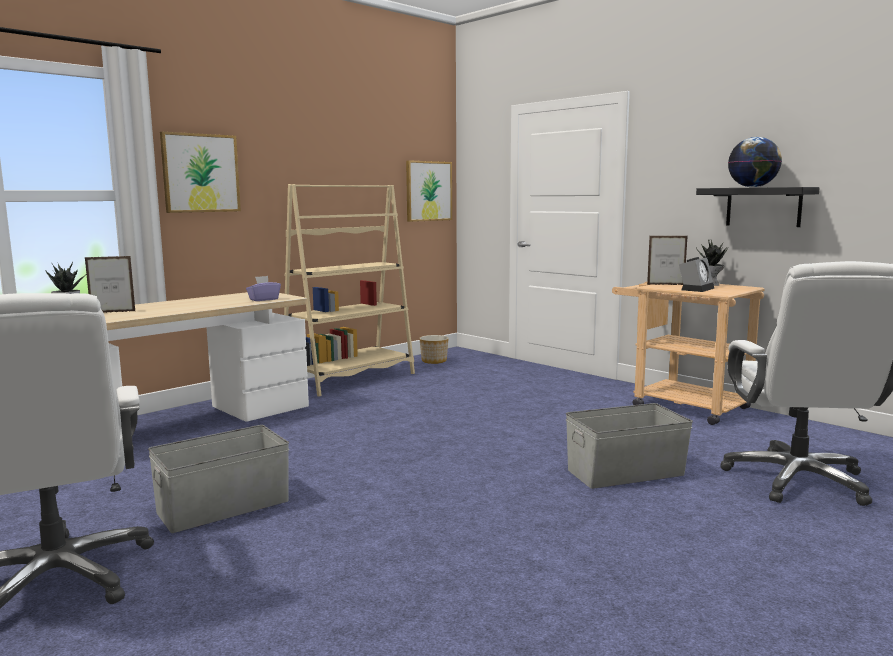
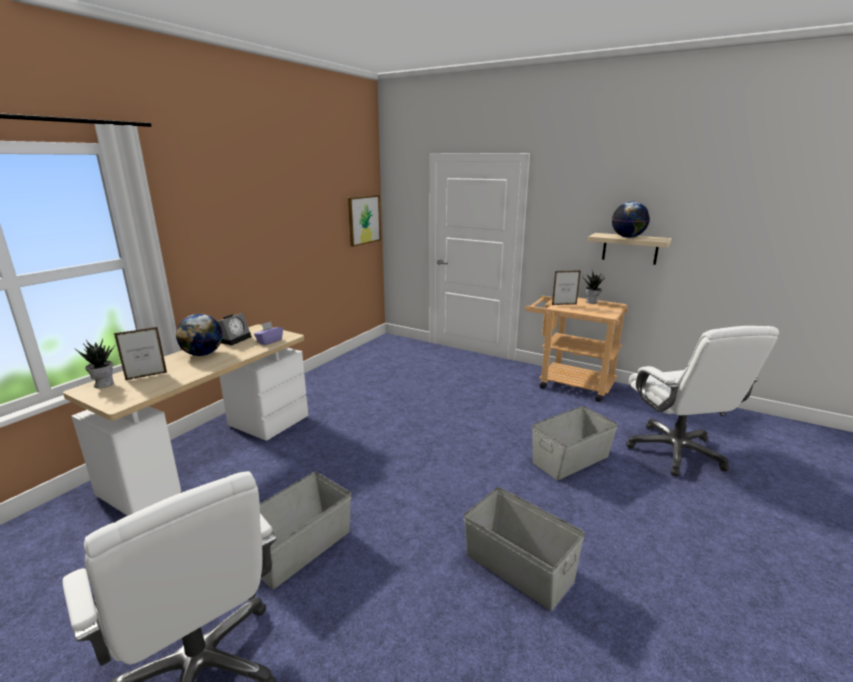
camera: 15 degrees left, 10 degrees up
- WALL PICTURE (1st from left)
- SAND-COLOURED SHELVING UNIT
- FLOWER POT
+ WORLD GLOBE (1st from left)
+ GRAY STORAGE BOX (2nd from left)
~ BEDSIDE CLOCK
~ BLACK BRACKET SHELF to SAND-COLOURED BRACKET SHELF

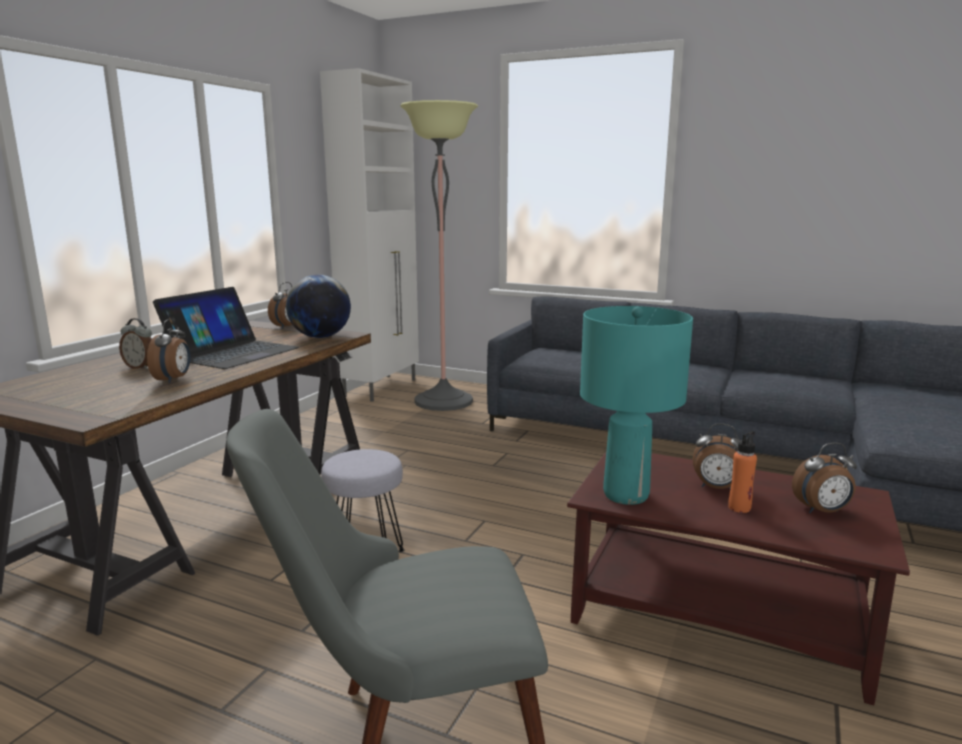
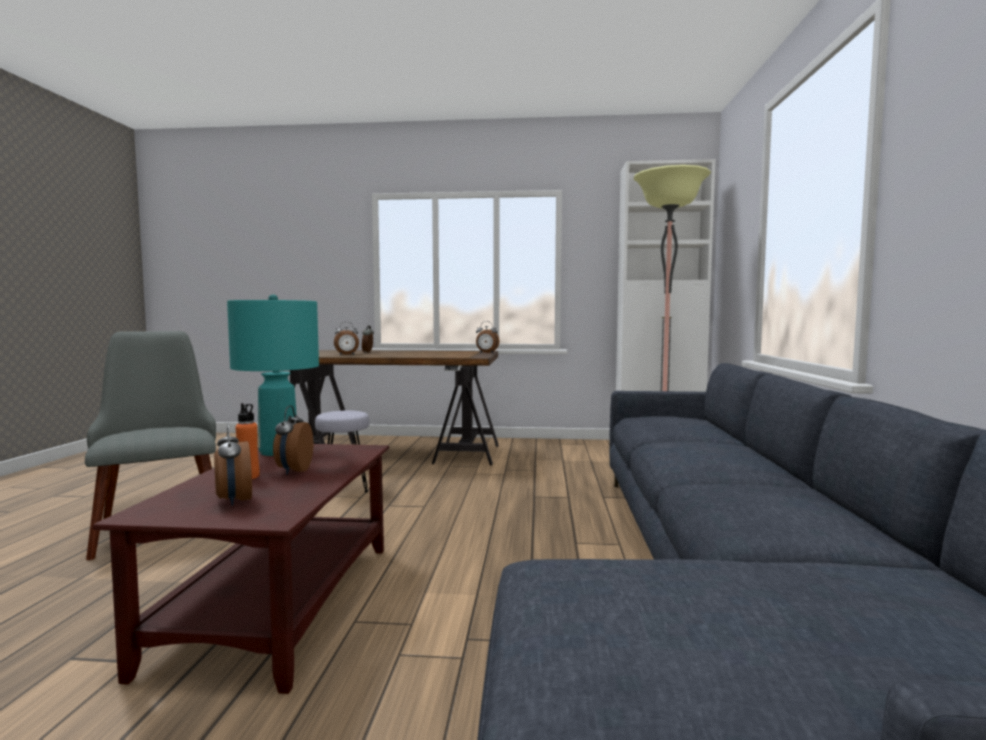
camera: 70 degrees right, 10 degrees down
- NOTEBOOK COMPUTER
- WORLD GLOBE

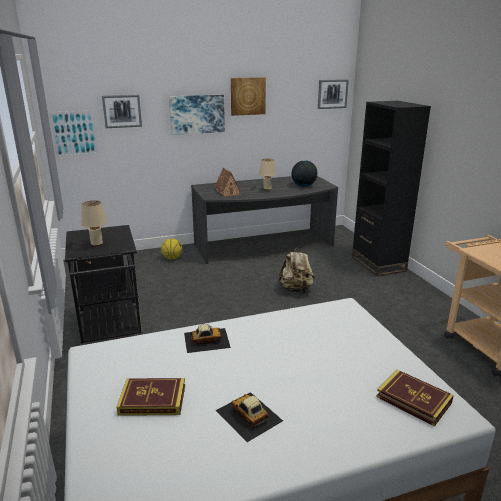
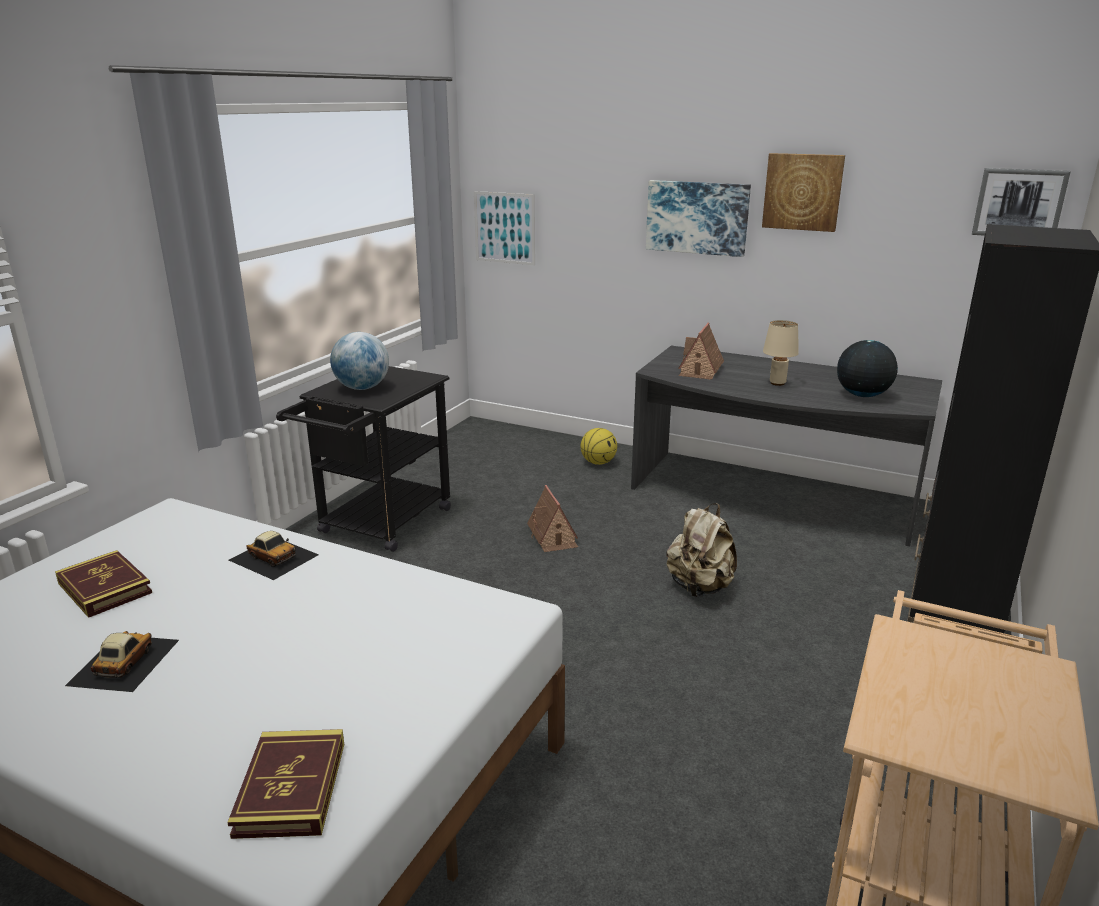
camera: 45 degrees right, 0 degrees up
- WALL PICTURE (2nd from left)
+ MODEL HOUSE (1st from left)
~ SAND-COLOURED TABLE LAMP (1st from left) to WORLD GLOBE (1st from left)

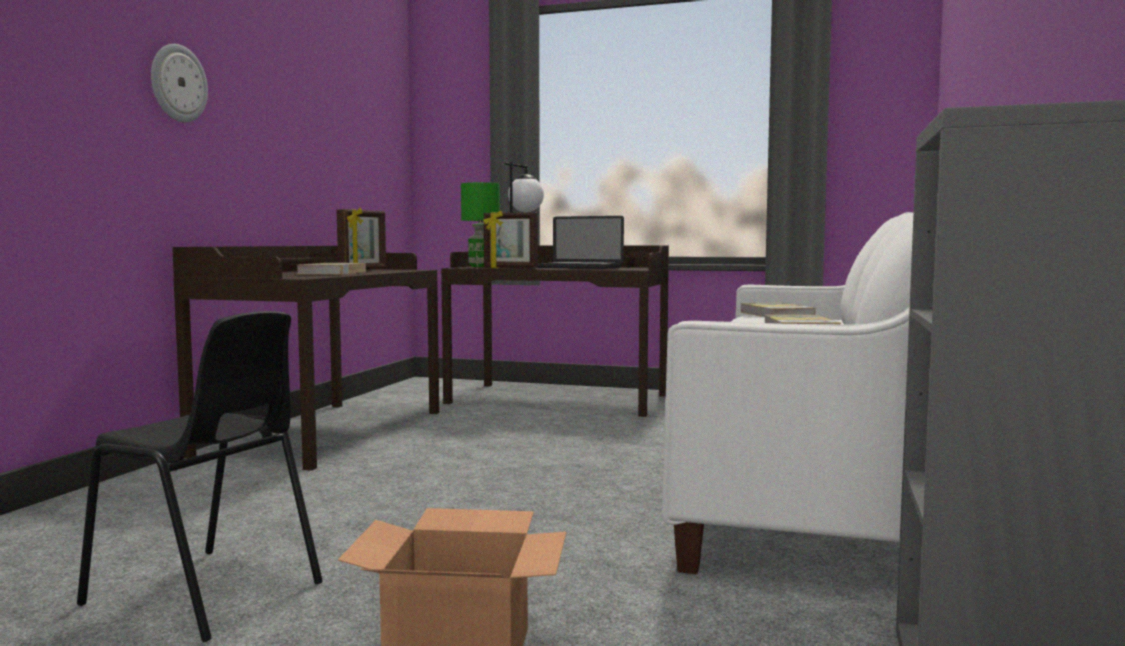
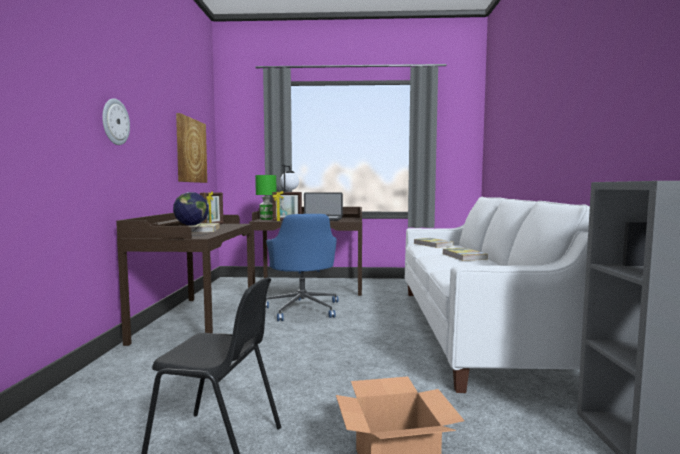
camera: 15 degrees left, 0 degrees up
+ WORLD GLOBE
+ WALL PICTURE
+ BLUISH OFFICE CHAIR

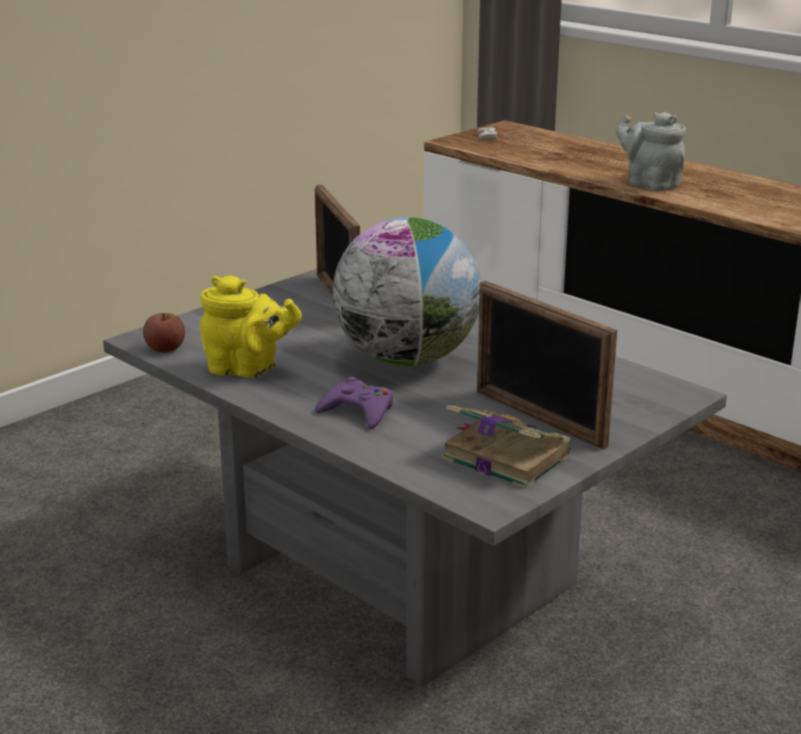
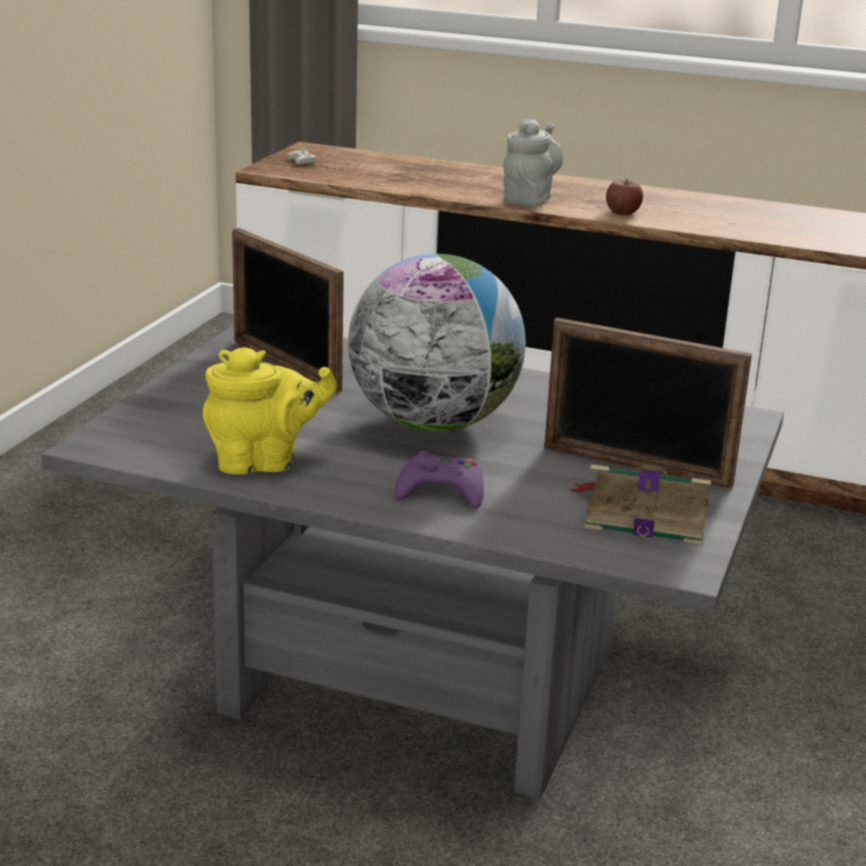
camera: 25 degrees left, 0 degrees up
~ APPLE
~ GRAY TEA POT 90 degrees clockwise

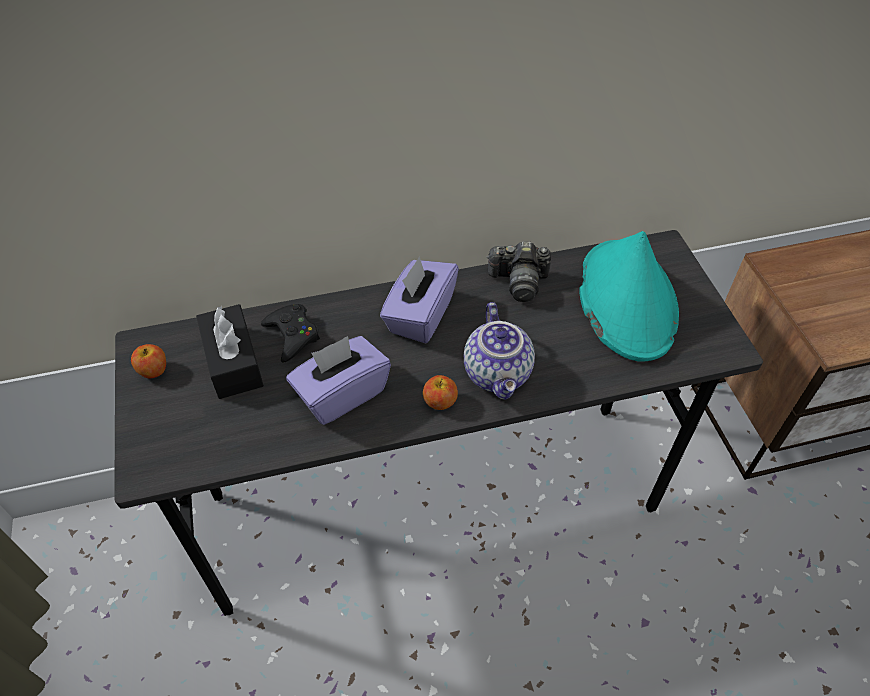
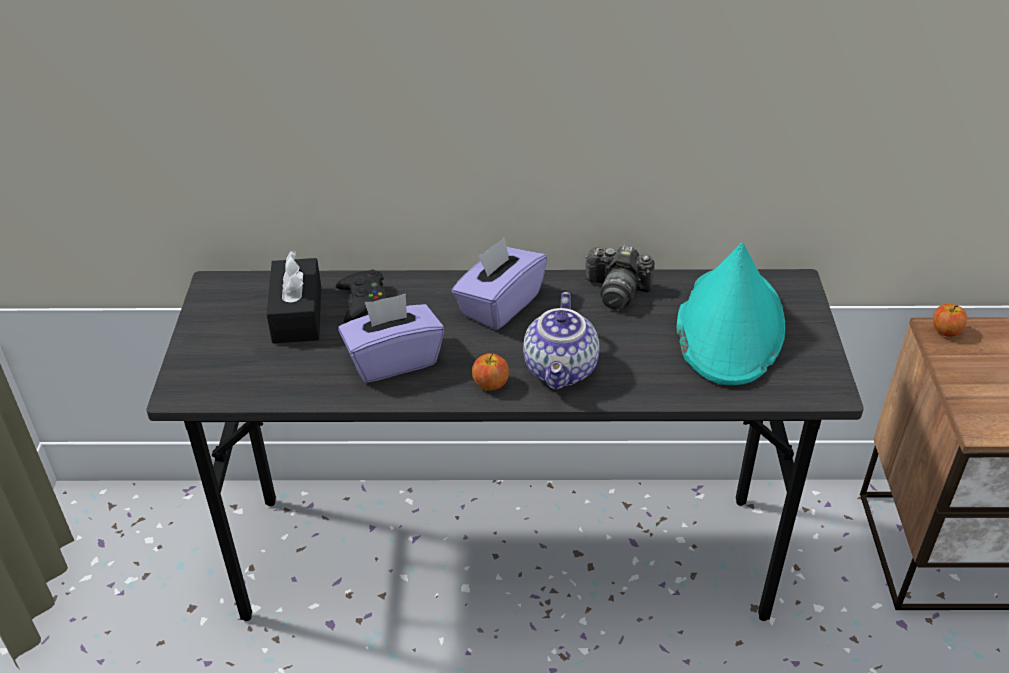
camera: 15 degrees right, 10 degrees down
~ APPLE (1st from left in the first image) to APPLE (2nd from left)

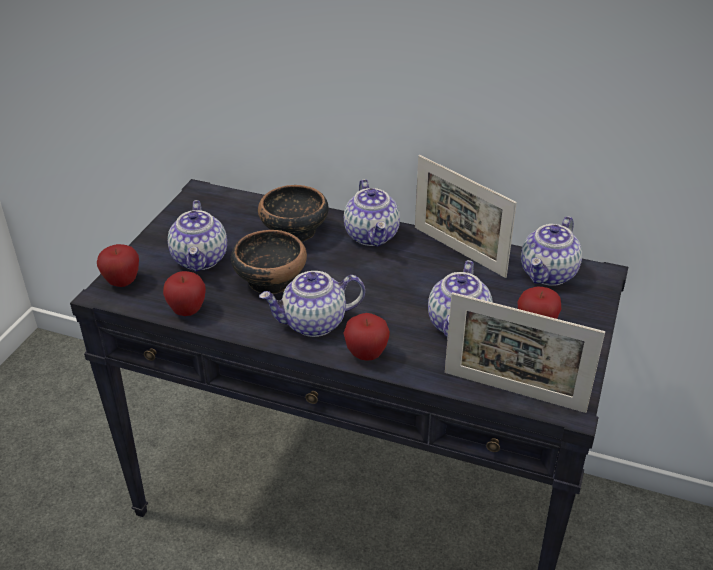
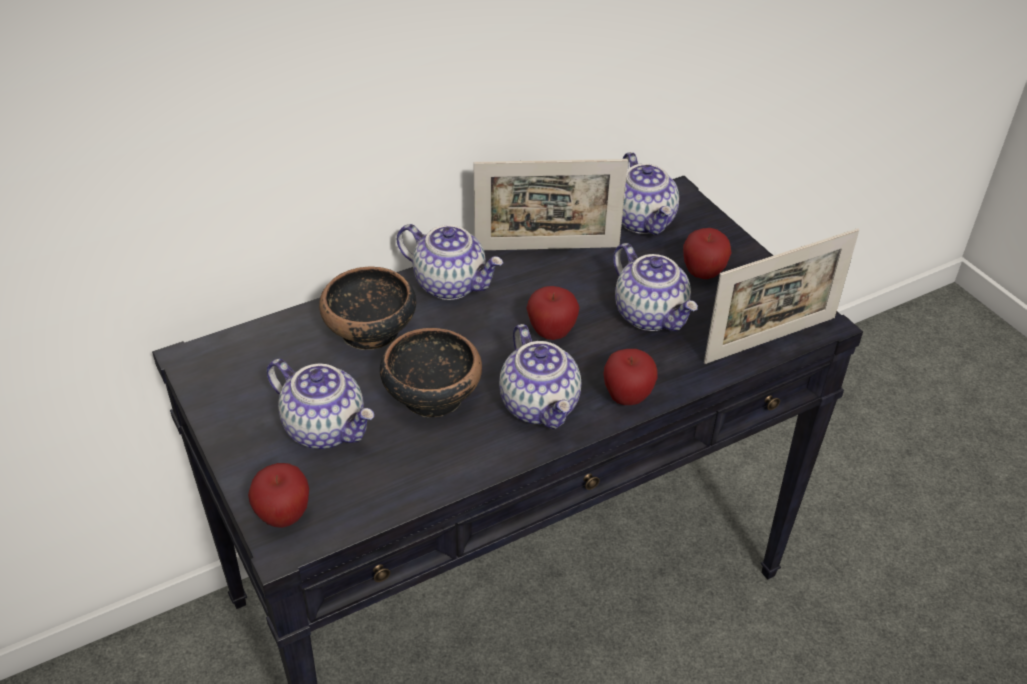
camera: 50 degrees left, 5 degrees up
~ APPLE (2nd from left)
~ TEA POT (2nd from left in the first image) 45 degrees counterclockwise

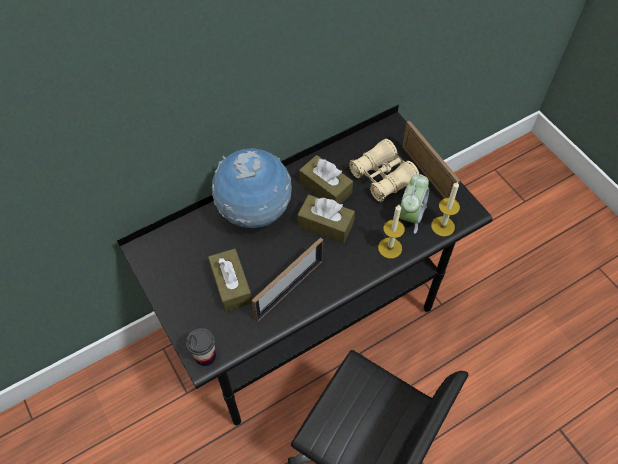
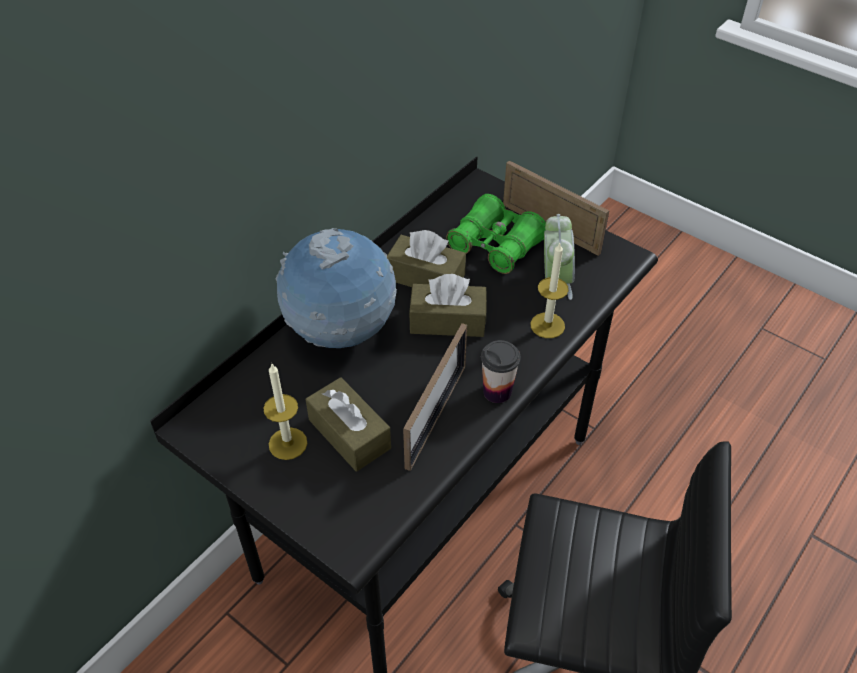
camera: 20 degrees left, 10 degrees down
~ CUP
~ WAX CANDLE (2nd from left in the first image) to WAX CANDLE (1st from left)
~ SAND-COLOURED PAIR OF BINOCULARS to GREEN-COLOURED PAIR OF BINOCULARS

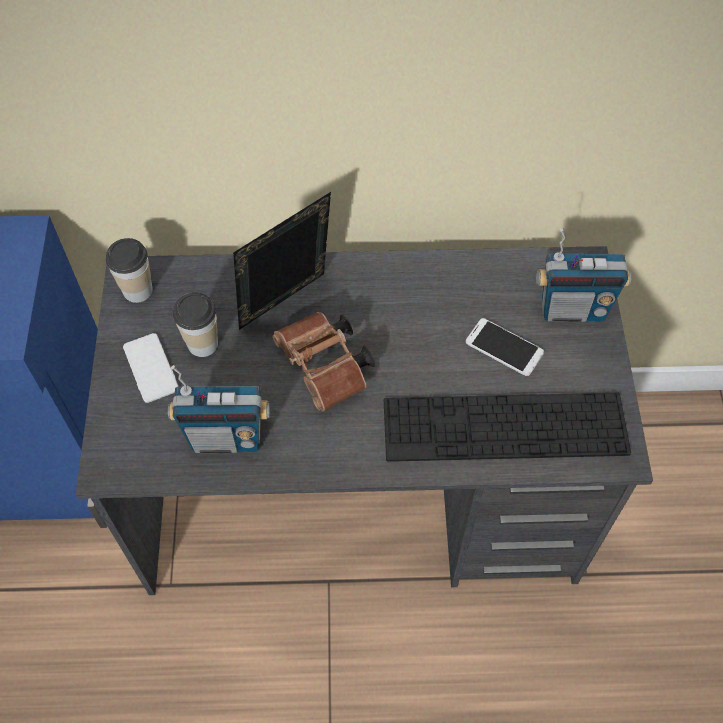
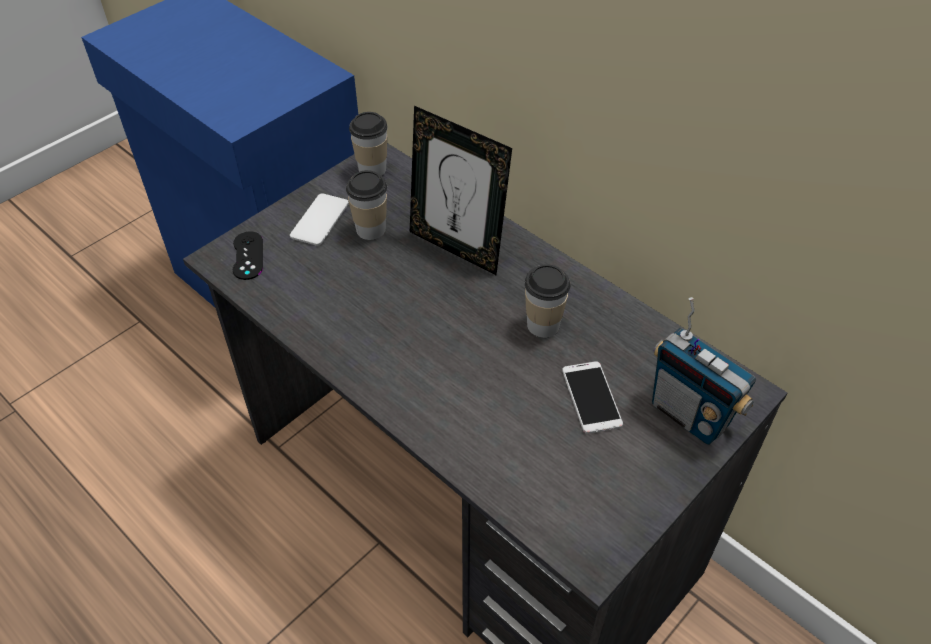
camera: 45 degrees right, 10 degrees down
- RADIO (1st from left)
- BROWN PAIR OF BINOCULARS
- COMPUTER KEYBOARD
+ BLACK JOYPAD
+ CUP (3rd from left)
~ PICTURE FRAME 150 degrees counterclockwise

